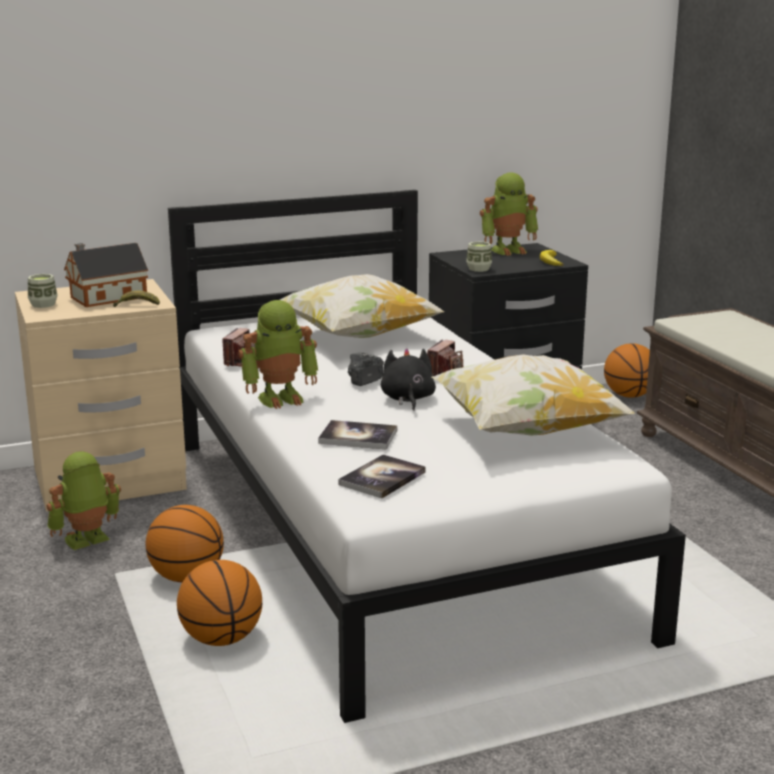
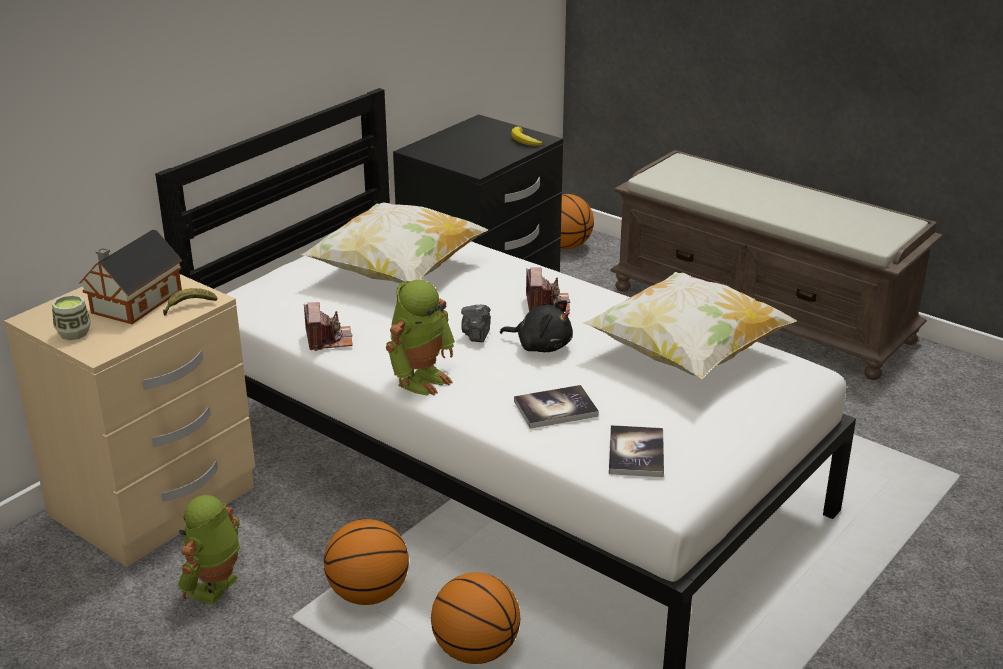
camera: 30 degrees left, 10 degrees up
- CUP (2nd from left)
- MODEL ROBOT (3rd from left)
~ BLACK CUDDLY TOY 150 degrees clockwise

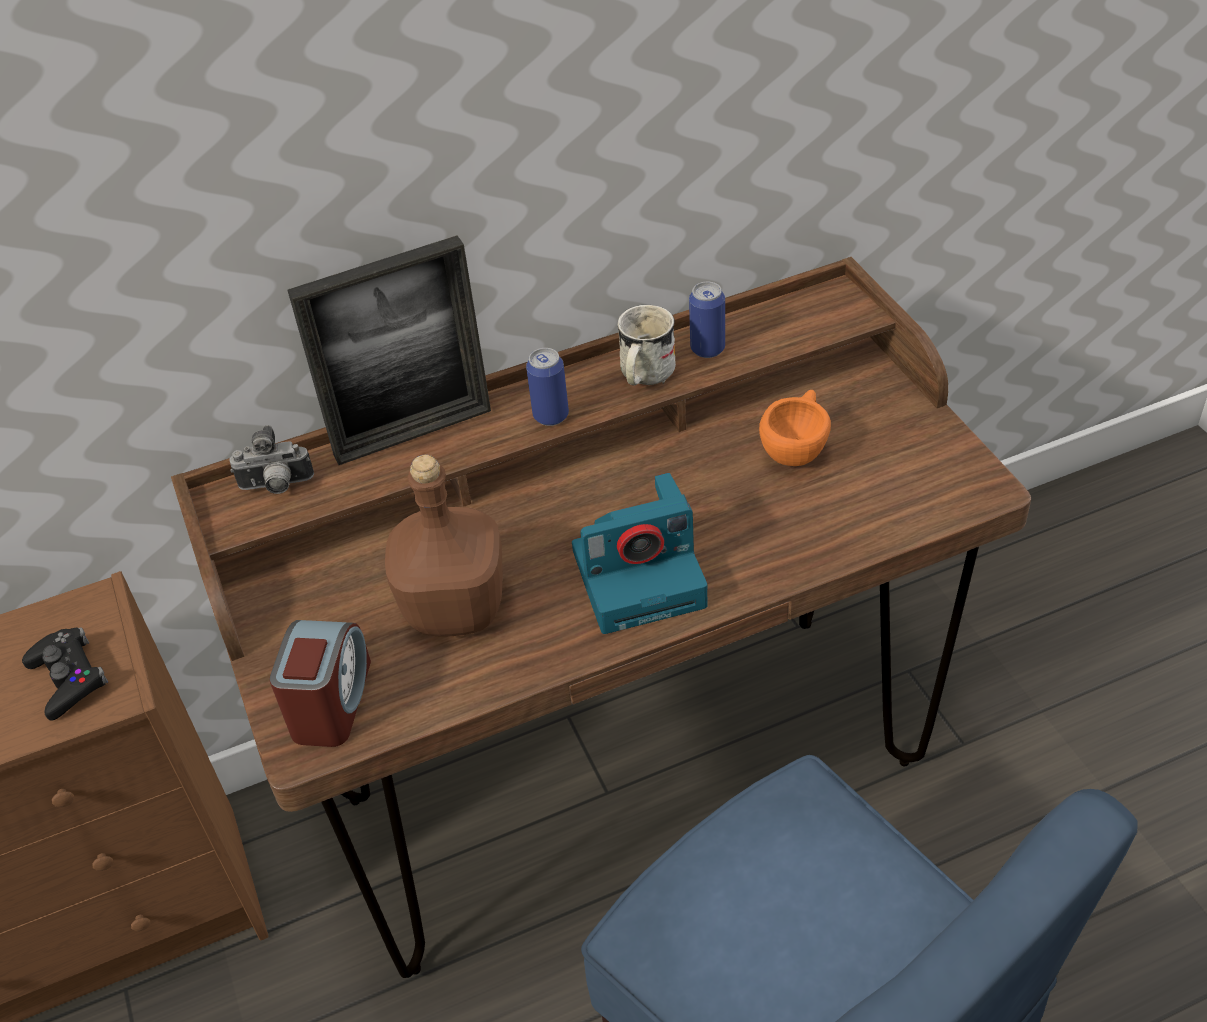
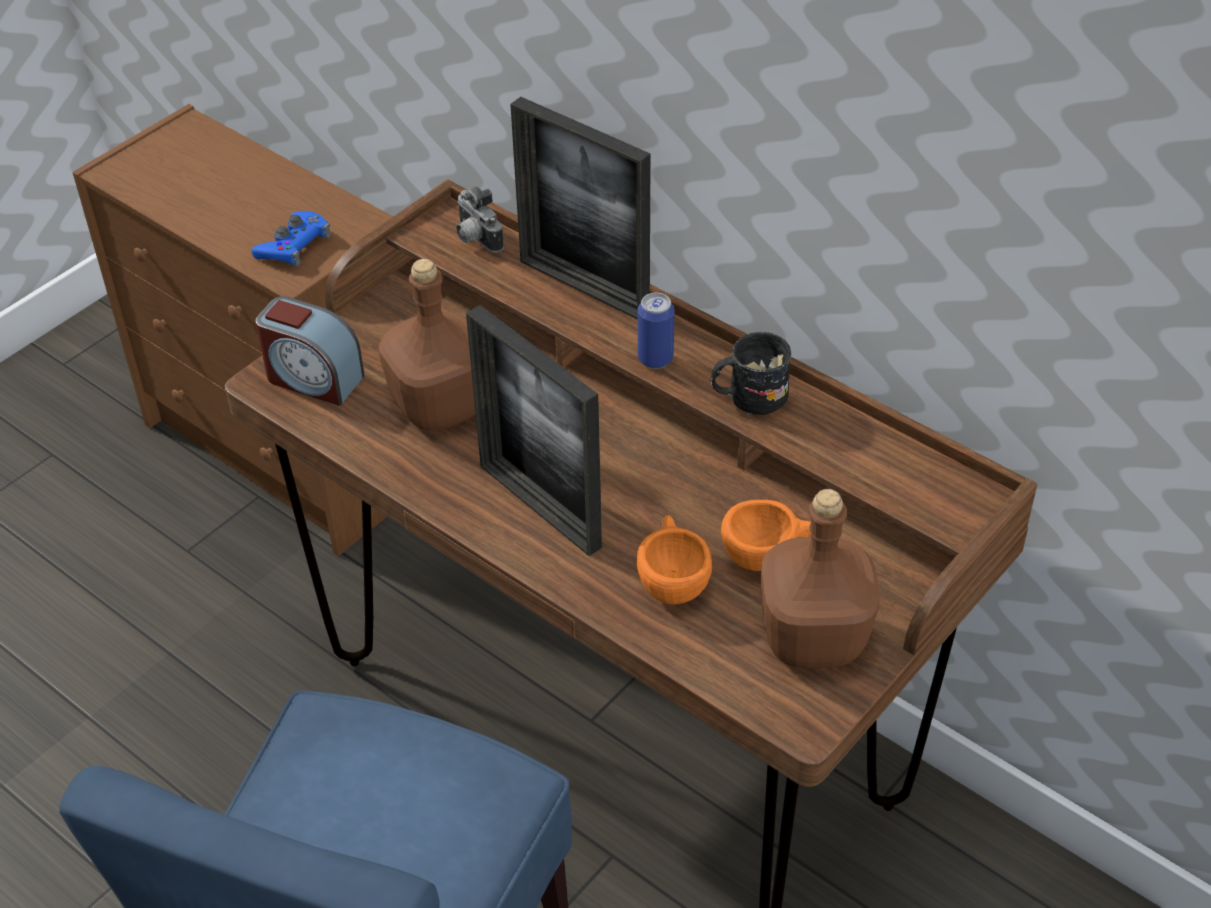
camera: 60 degrees right, 0 degrees up
- CAN (2nd from left)
+ ORANGEY CUP (1st from left)
+ BROWN DRINK BOTTLE (2nd from left)
~ PHOTO CAMERA (2nd from left) to PICTURE FRAME (1st from left)
~ BLACK JOYPAD to BLUISH JOYPAD
~ WHITE MUG to BLACK MUG
~ BEDSIDE CLOCK 45 degrees clockwise

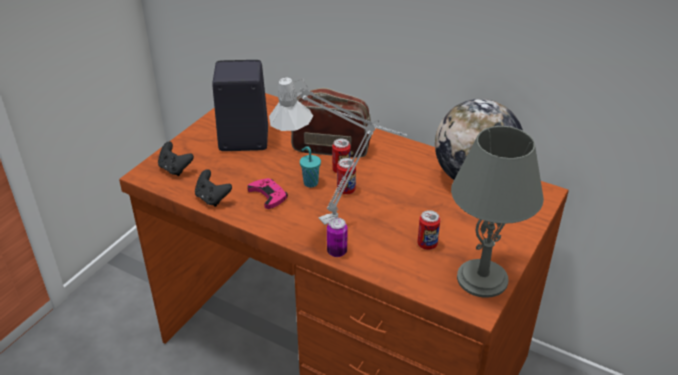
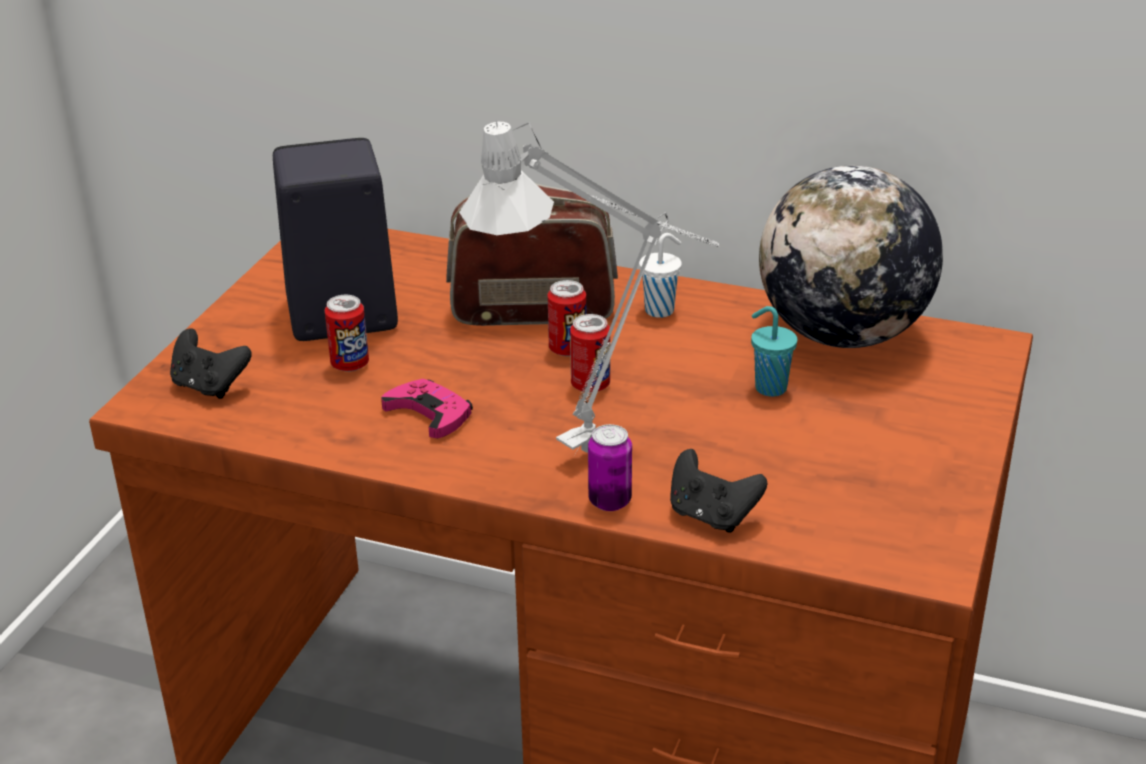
camera: 10 degrees left, 5 degrees down
- GRAY TABLE LAMP (2nd from left)
+ WHITE CUP
~ BLACK JOYPAD (2nd from left)
~ TURQUOISE CUP
~ CAN (4th from left in the first image) to CAN (1st from left)

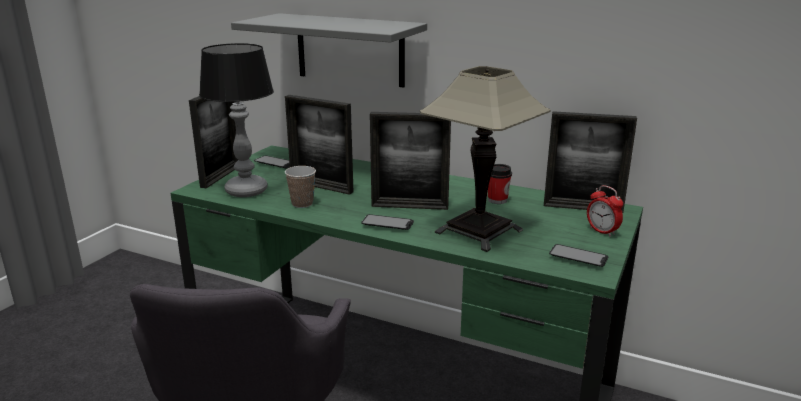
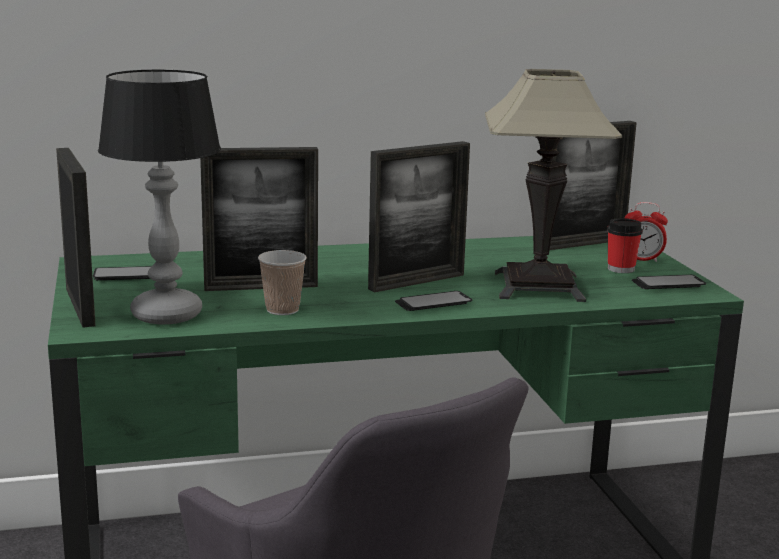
camera: 40 degrees left, 5 degrees down
- GRAY BRACKET SHELF
~ CUP (2nd from left)

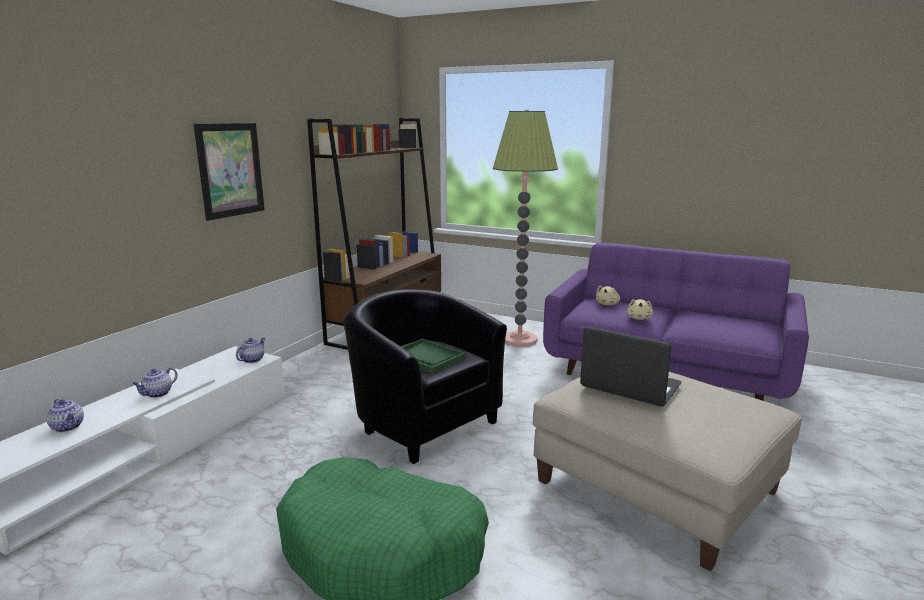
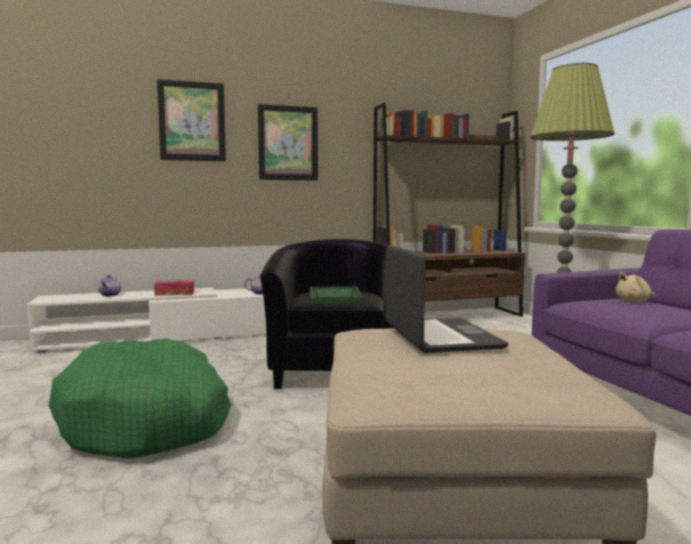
camera: 45 degrees right, 10 degrees down
- SAND-COLOURED CUDDLY TOY (2nd from left)
+ WALL PICTURE (1st from left)
~ TEA POT (2nd from left) to TISSUE HOLDER

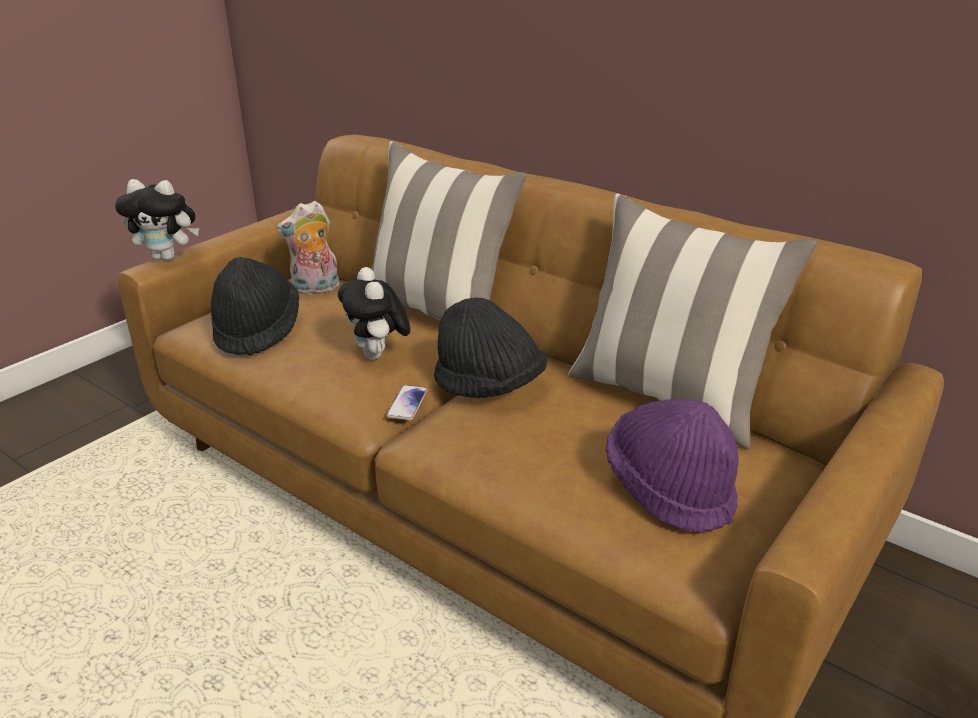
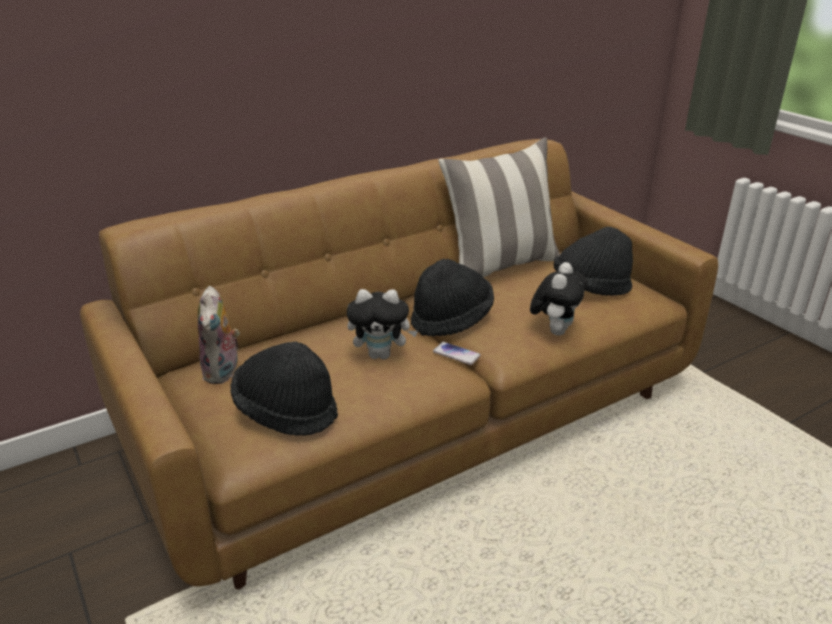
camera: 70 degrees left, 0 degrees up
- CUSHION (1st from left)
~ CUDDLY TOY (1st from left in the first image) to CUDDLY TOY (3rd from left)
~ PURPLISH HAT to BLACK HAT (3rd from left)

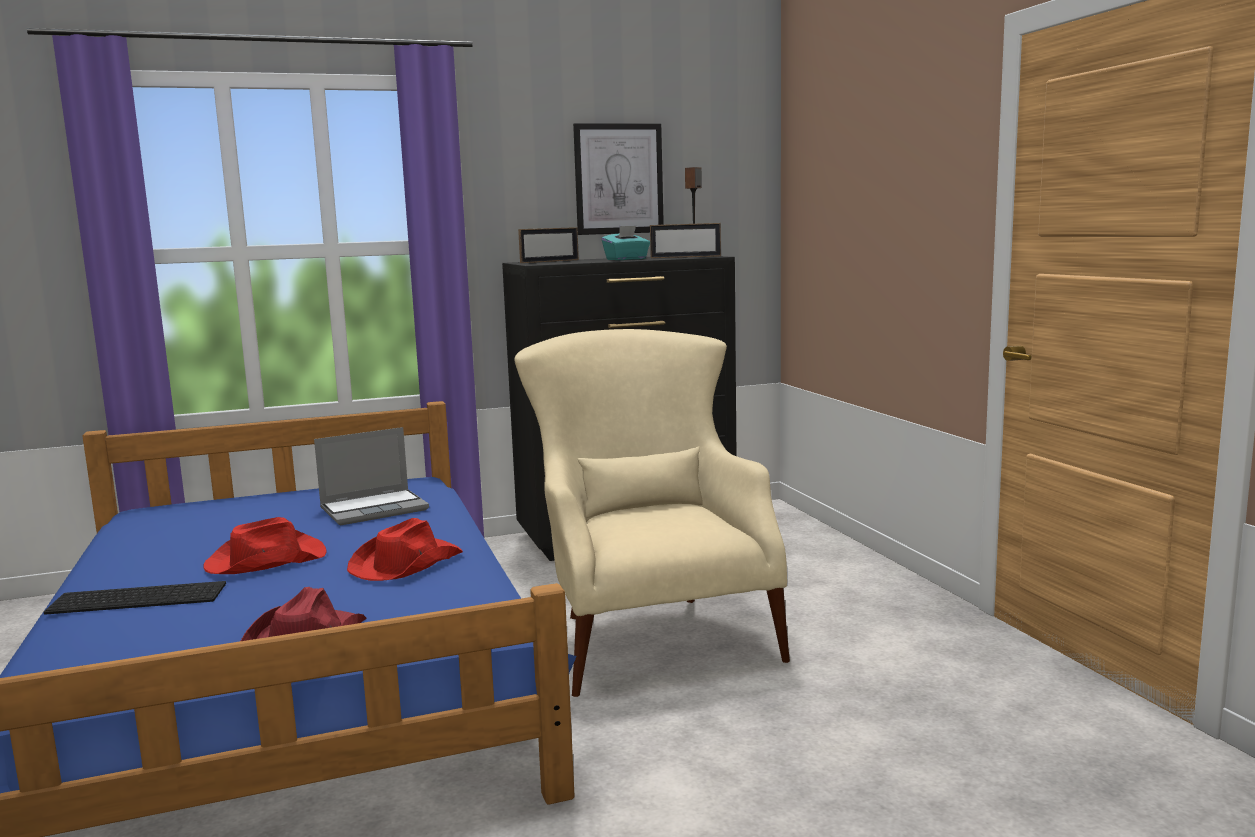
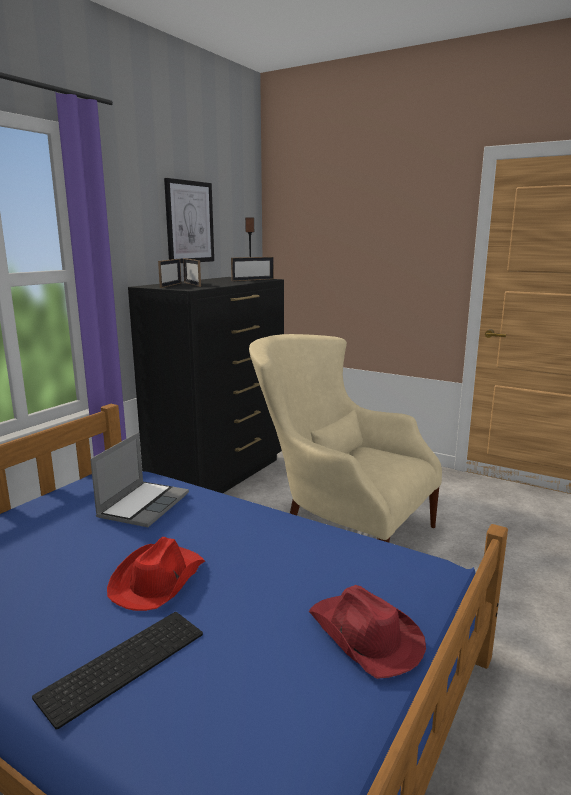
camera: 40 degrees left, 5 degrees up
- REDDISH HAT (3rd from left)
- TURQUOISE TISSUE HOLDER
+ PICTURE FRAME (2nd from left)

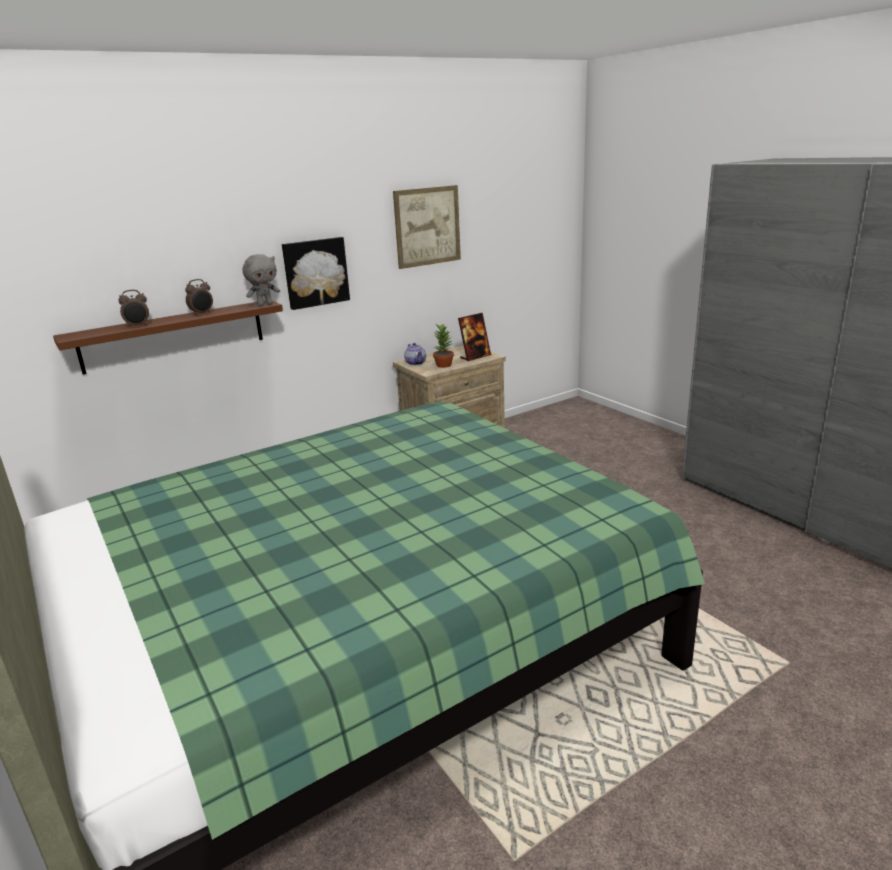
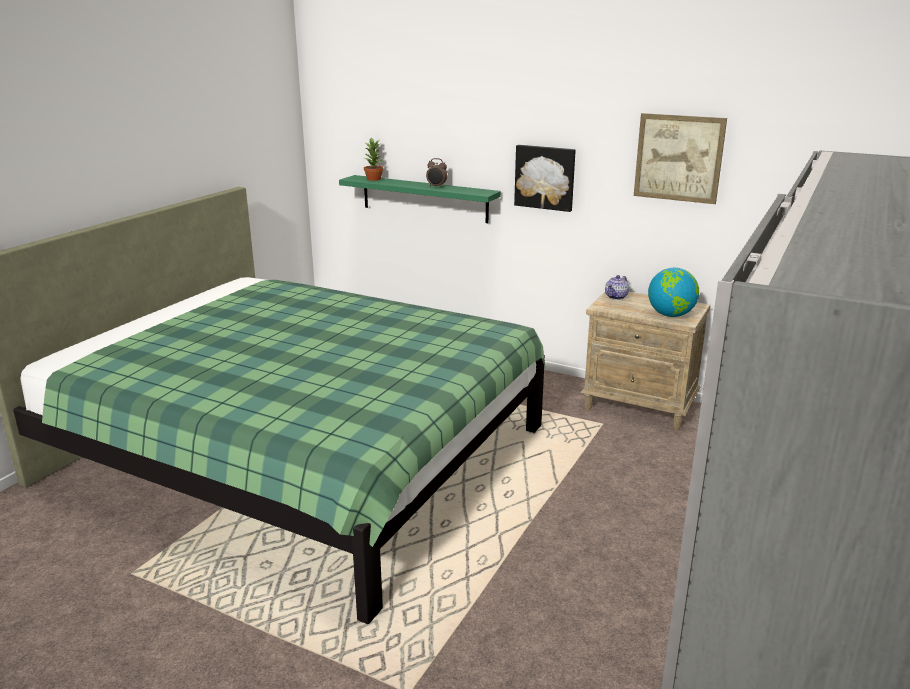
camera: 60 degrees right, 0 degrees up
- BEDSIDE CLOCK (1st from left)
- GRAY CUDDLY TOY
~ POTTED PLANT
~ PICTURE FRAME to WORLD GLOBE
~ BROWN BRACKET SHELF to GREEN-COLOURED BRACKET SHELF

